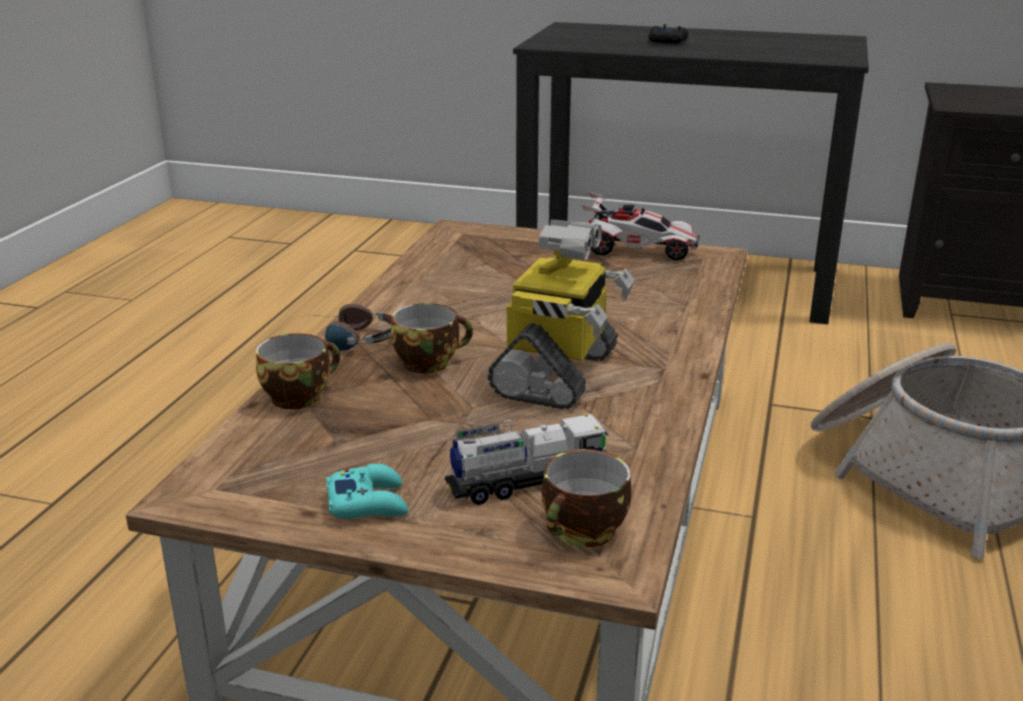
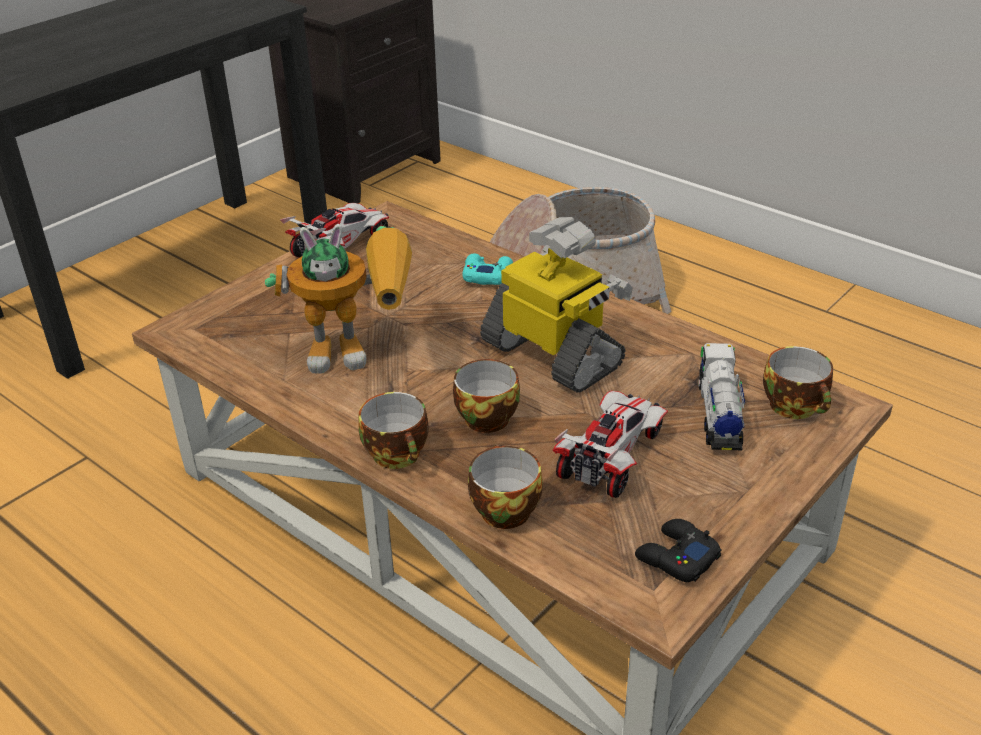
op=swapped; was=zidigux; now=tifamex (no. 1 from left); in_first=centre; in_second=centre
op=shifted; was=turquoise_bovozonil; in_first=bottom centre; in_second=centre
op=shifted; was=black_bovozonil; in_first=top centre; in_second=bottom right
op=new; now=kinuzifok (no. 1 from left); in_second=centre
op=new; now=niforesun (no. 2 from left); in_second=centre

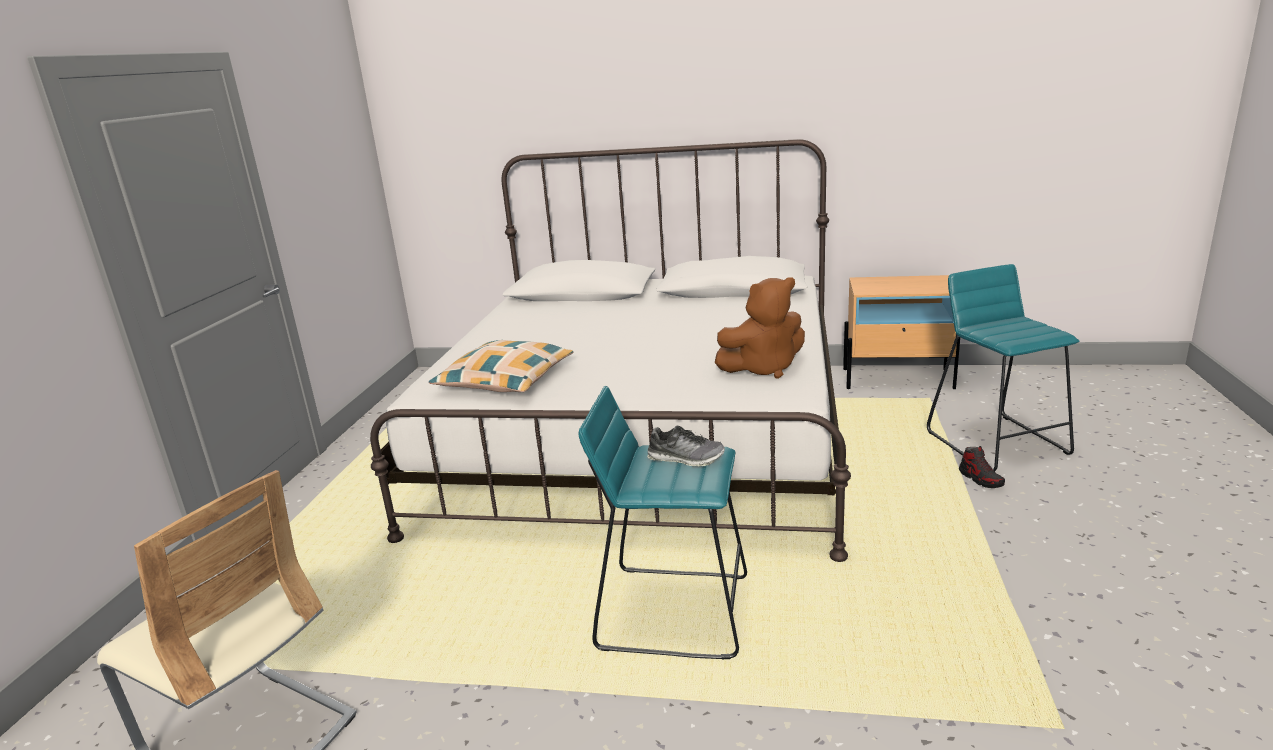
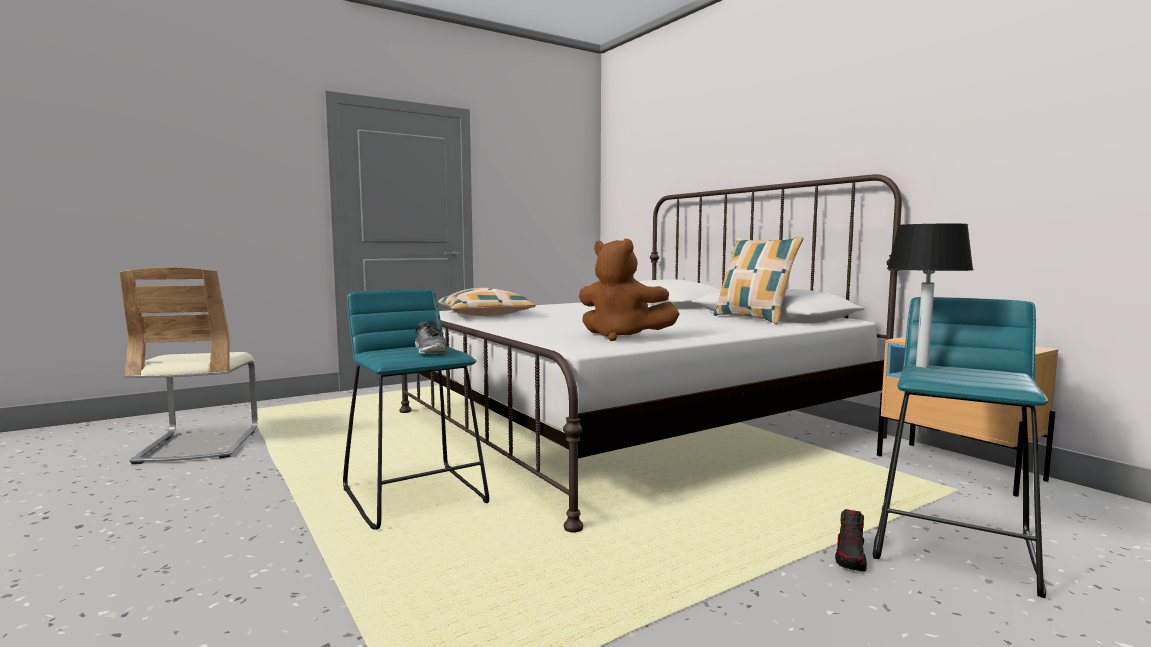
op=new; now=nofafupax (no. 2 from left); in_second=centre
op=new; now=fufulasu; in_second=middle right

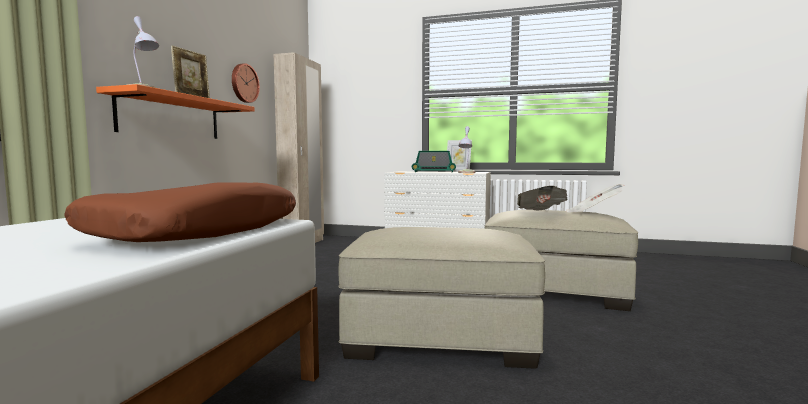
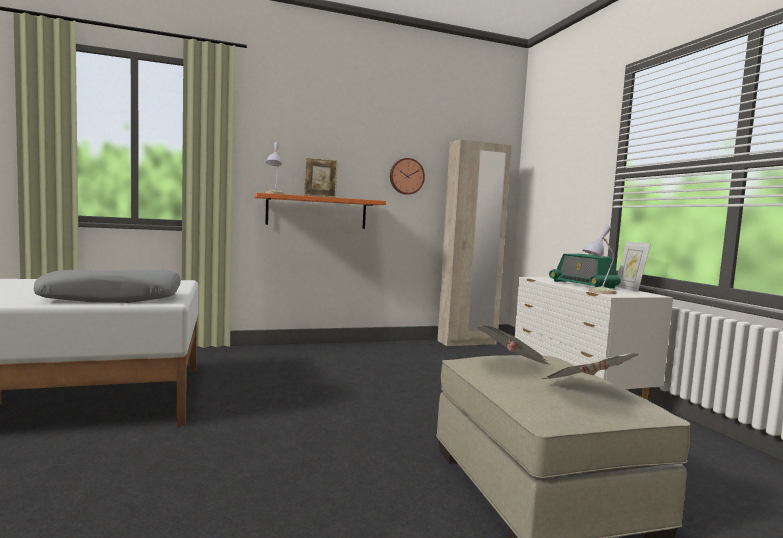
op=repainted; was=brown_nofafupax; now=grey_nofafupax; in_first=middle left; in_second=middle left
op=gone; was=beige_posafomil (no. 1 from left); in_first=bottom centre

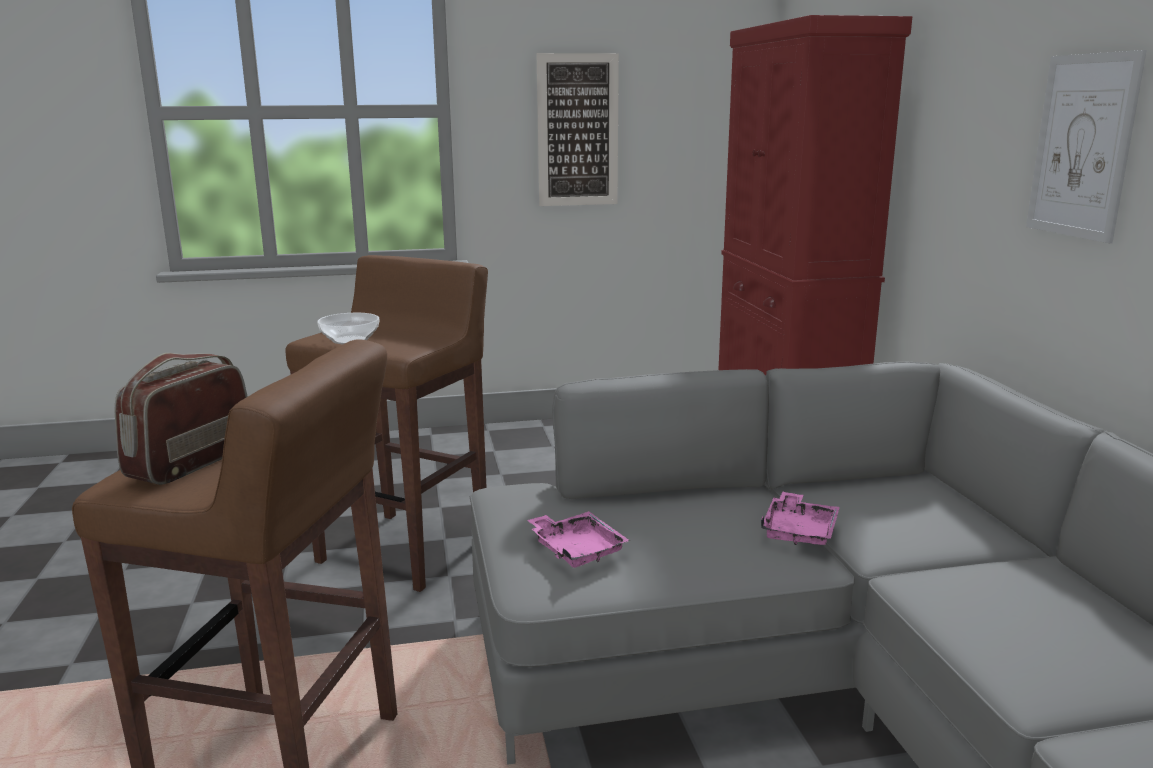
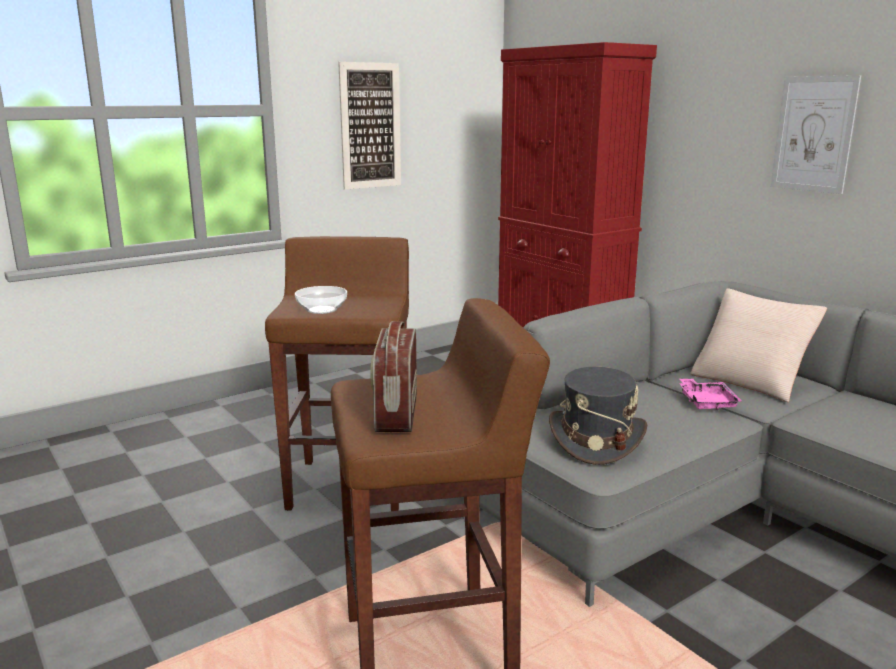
op=swapped; was=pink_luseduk (no. 1 from left); now=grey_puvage; in_first=bottom centre; in_second=middle right
op=new; now=beige_nofafupax; in_second=middle right

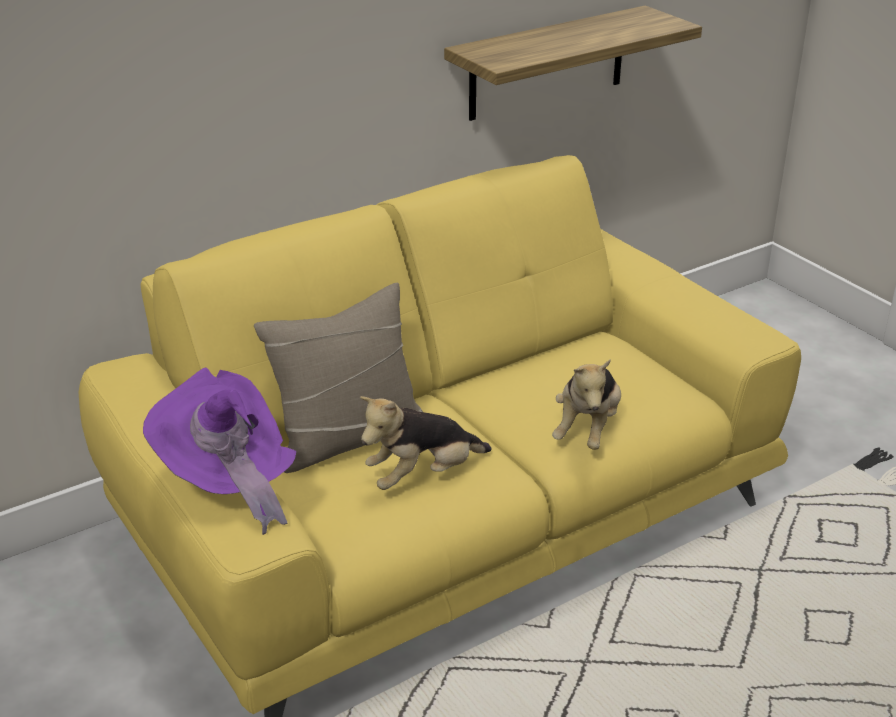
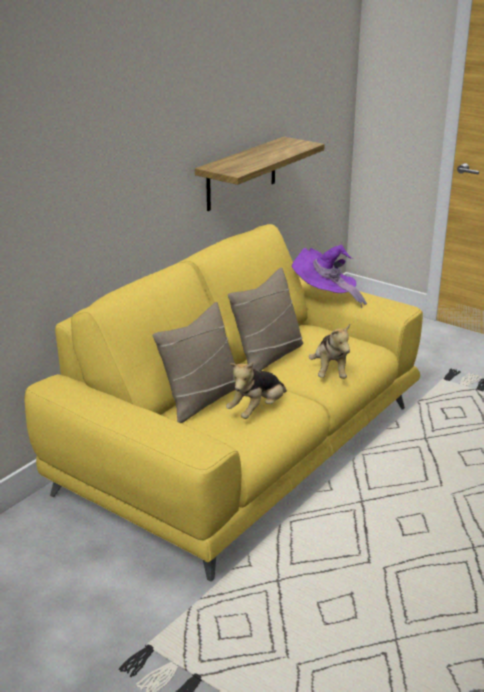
op=shifted; was=purple_puvage; in_first=middle left; in_second=middle right
op=new; now=beige_nofafupax (no. 2 from left); in_second=centre

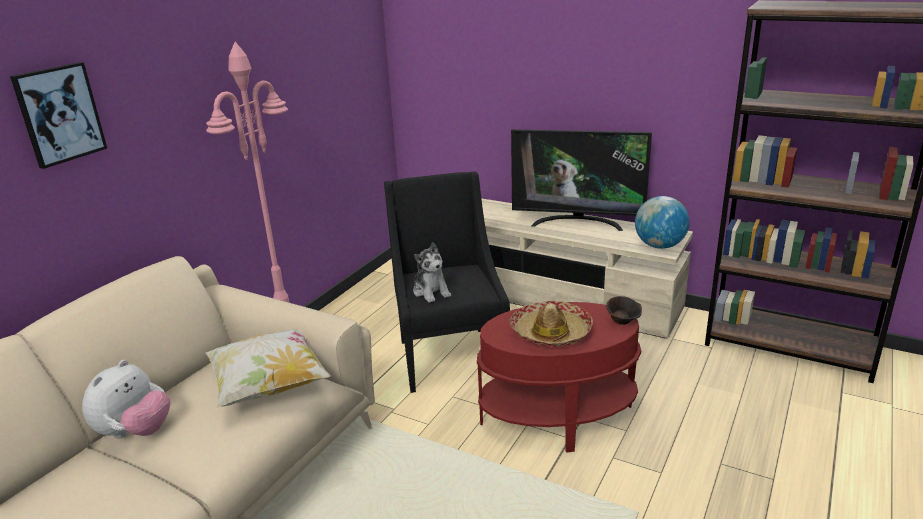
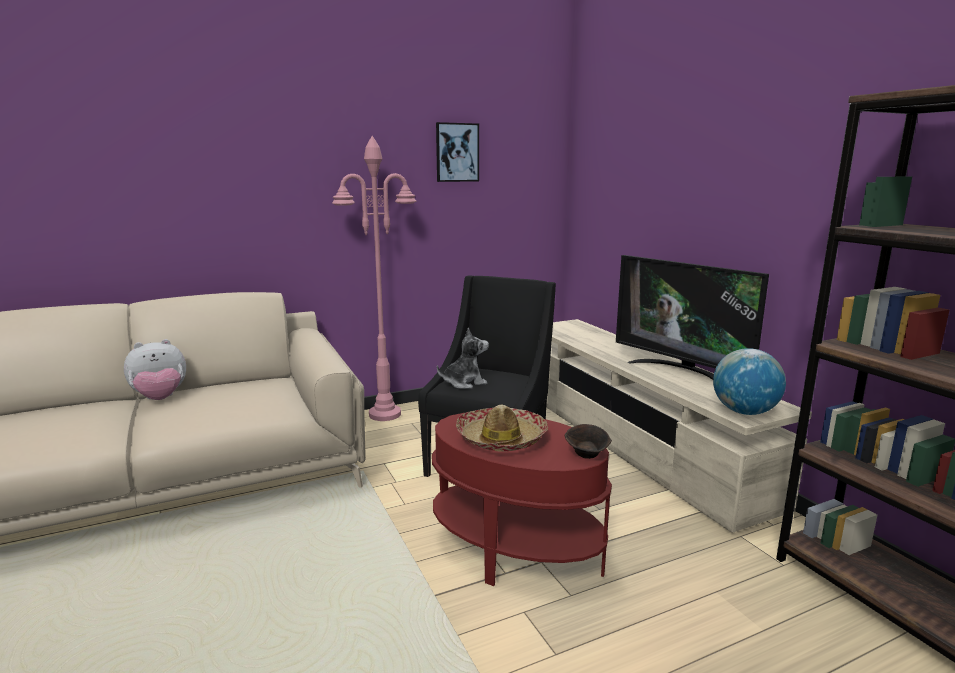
op=shifted; was=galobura; in_first=top left; in_second=top centre
op=gone; was=nofafupax; in_first=bottom left
op=rotated; was=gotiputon (no. 2 from left); in_first=centre; in_second=centre; clockwise=-120

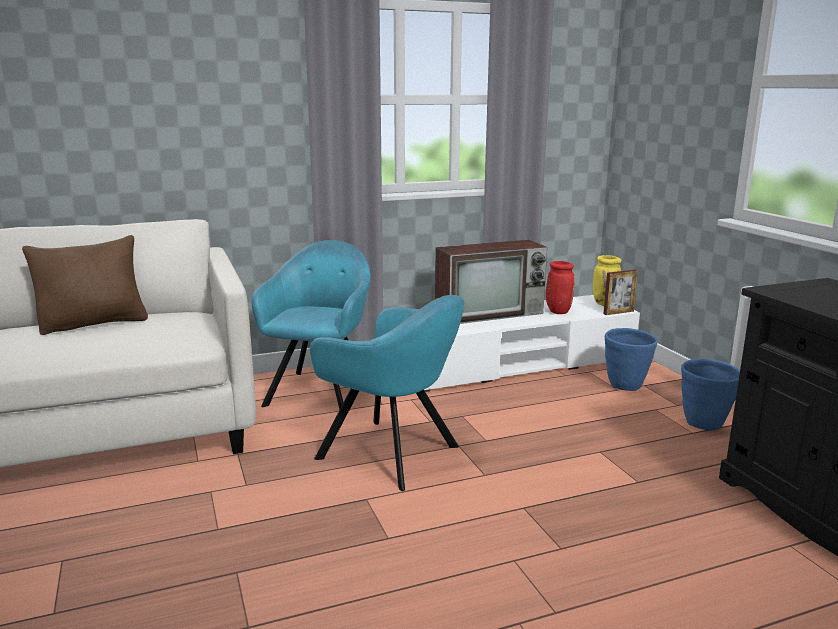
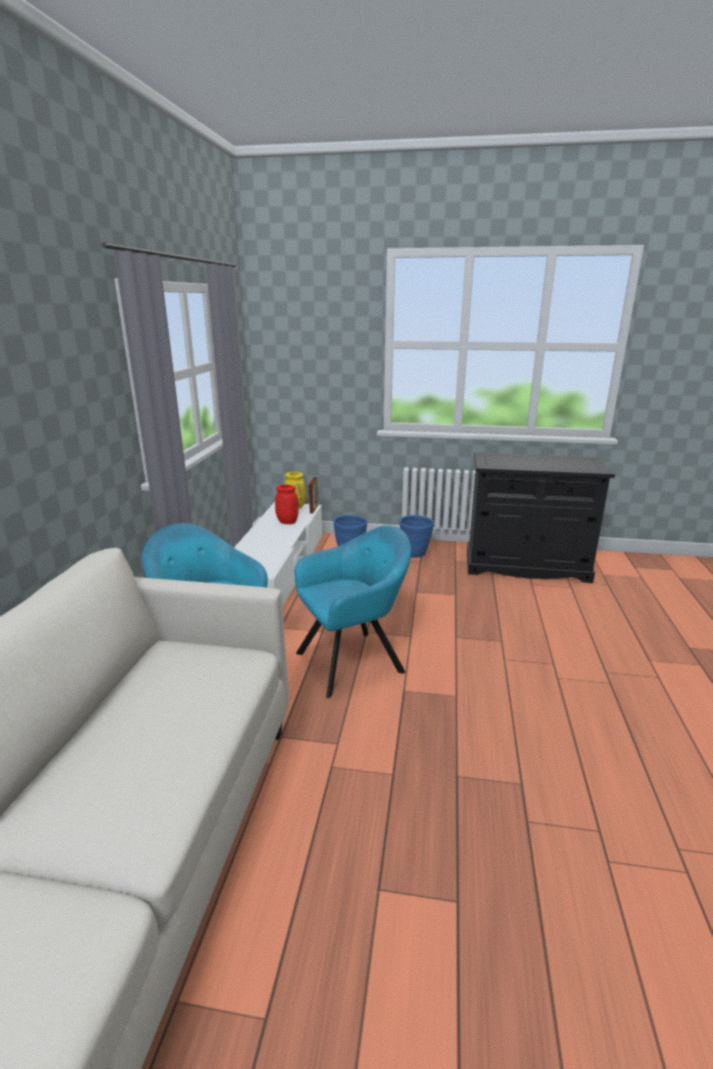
op=gone; was=brown_nofafupax; in_first=middle left
op=gone; was=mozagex; in_first=centre

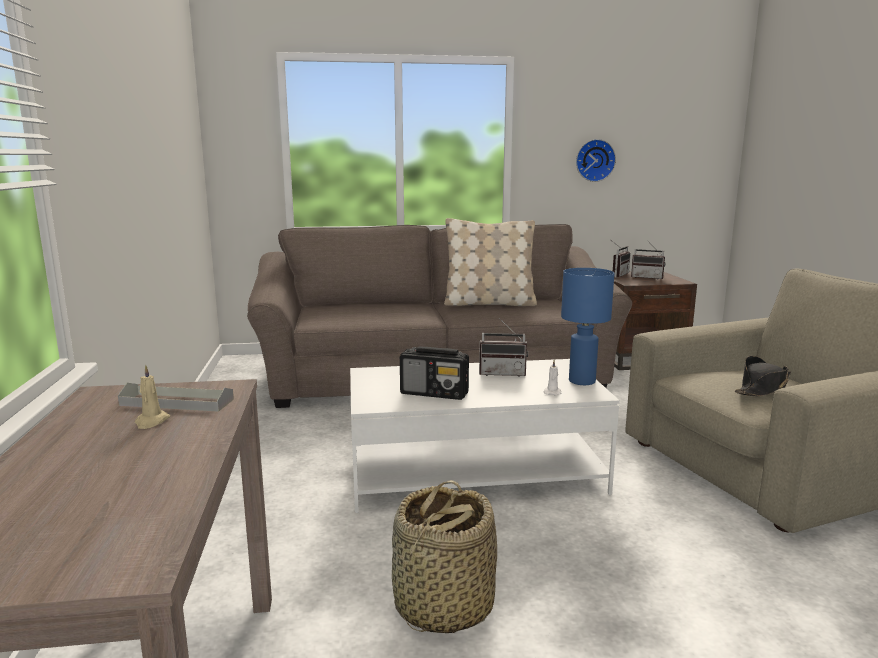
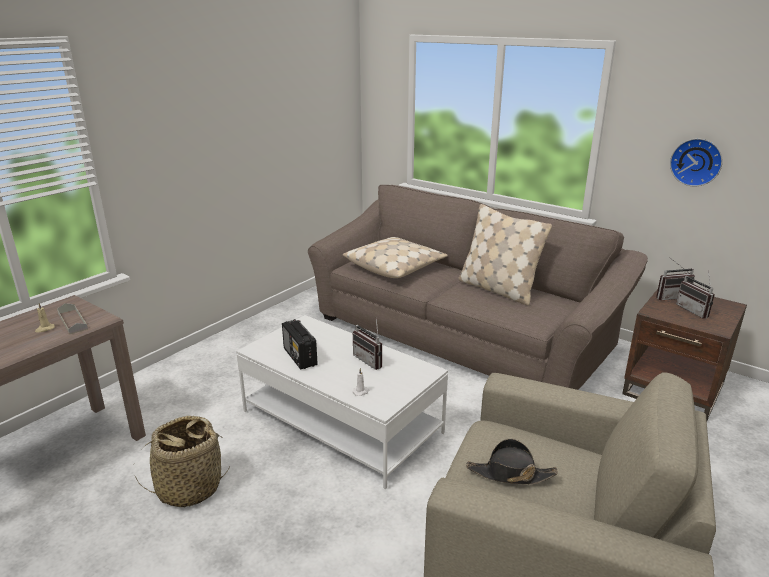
op=gone; was=blue_fufulasu; in_first=middle right
op=new; now=beige_nofafupax (no. 1 from left); in_second=centre

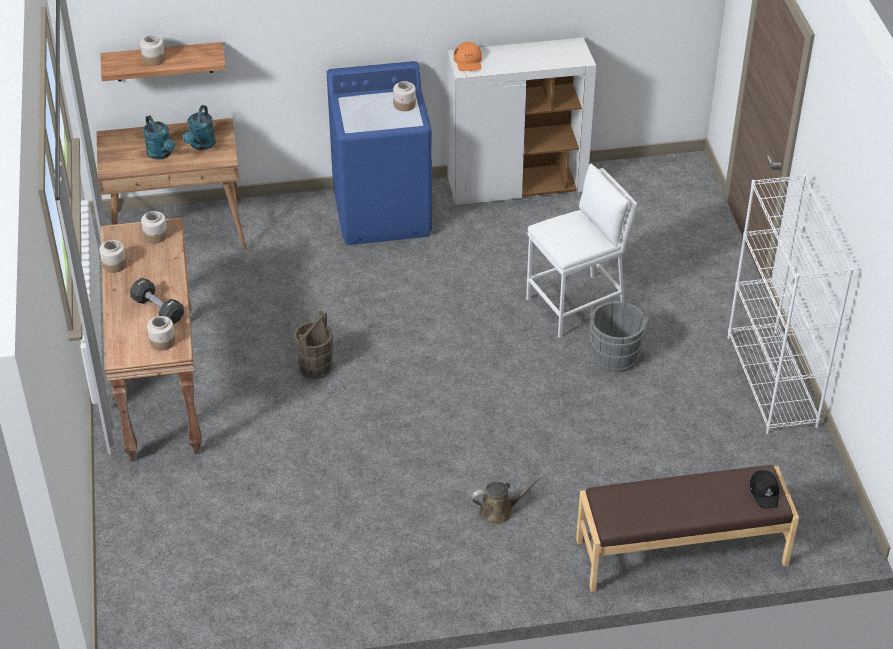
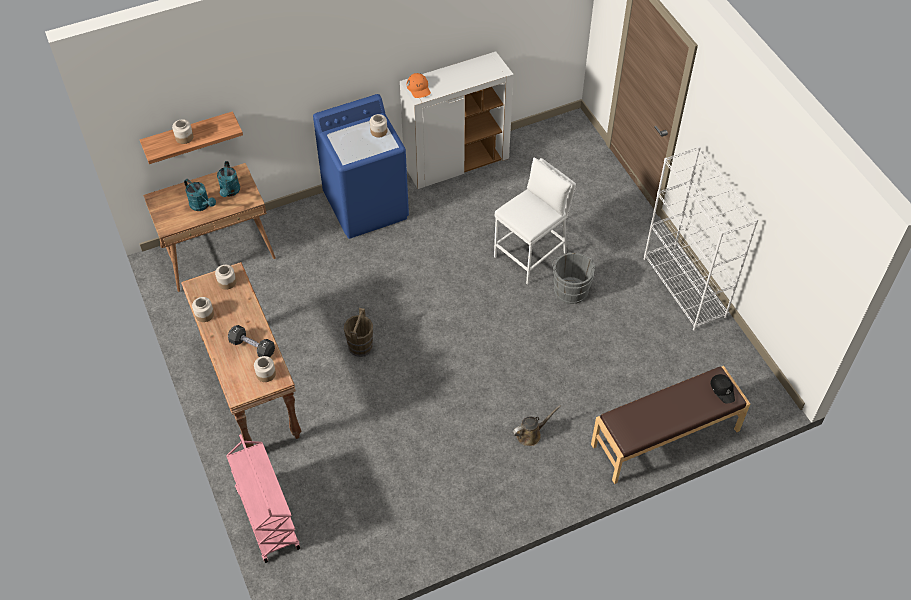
op=new; now=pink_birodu; in_second=bottom left

